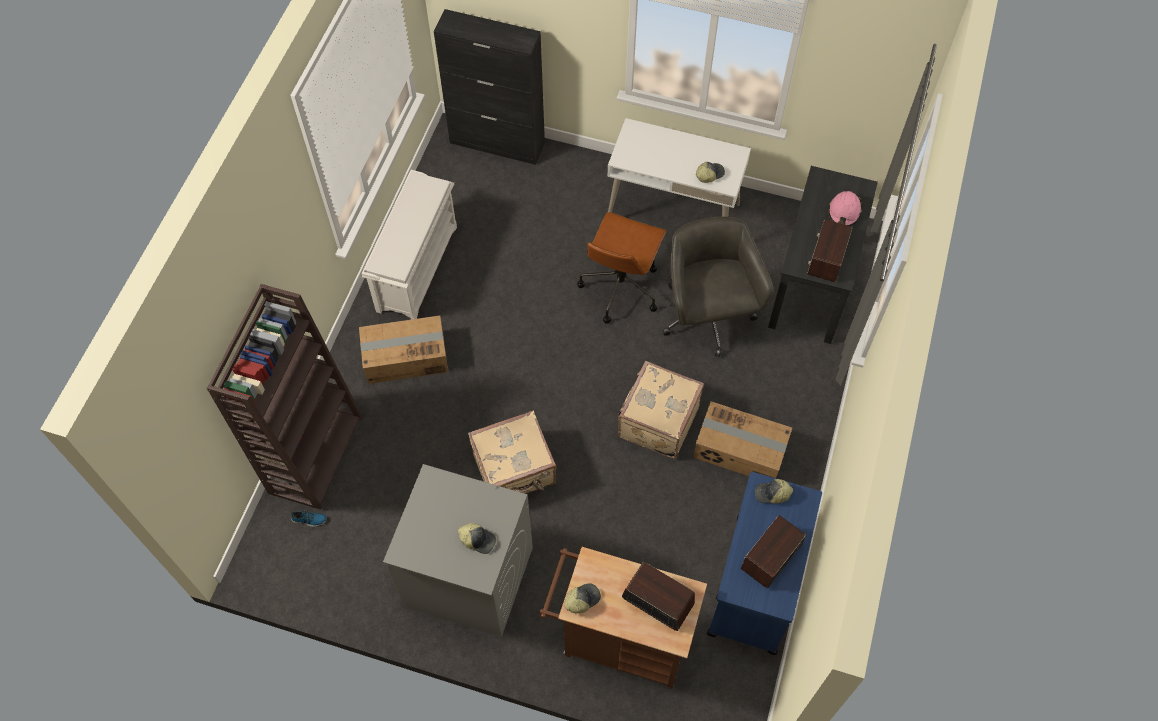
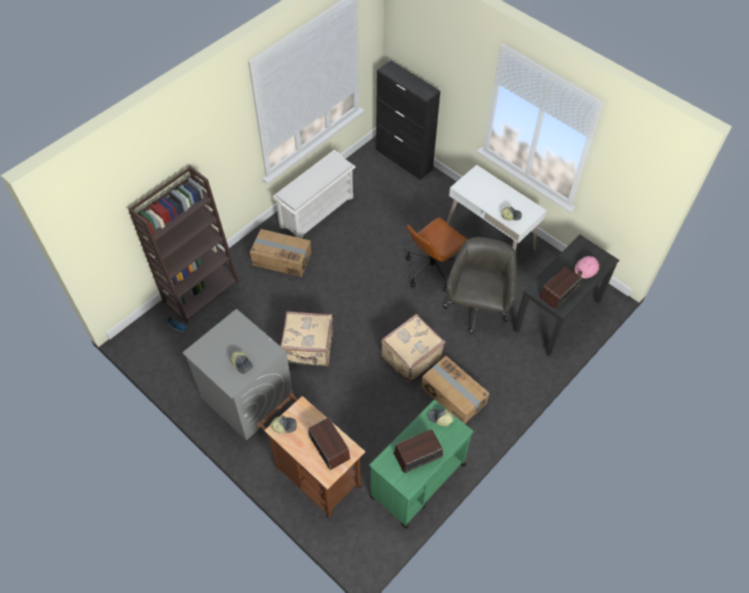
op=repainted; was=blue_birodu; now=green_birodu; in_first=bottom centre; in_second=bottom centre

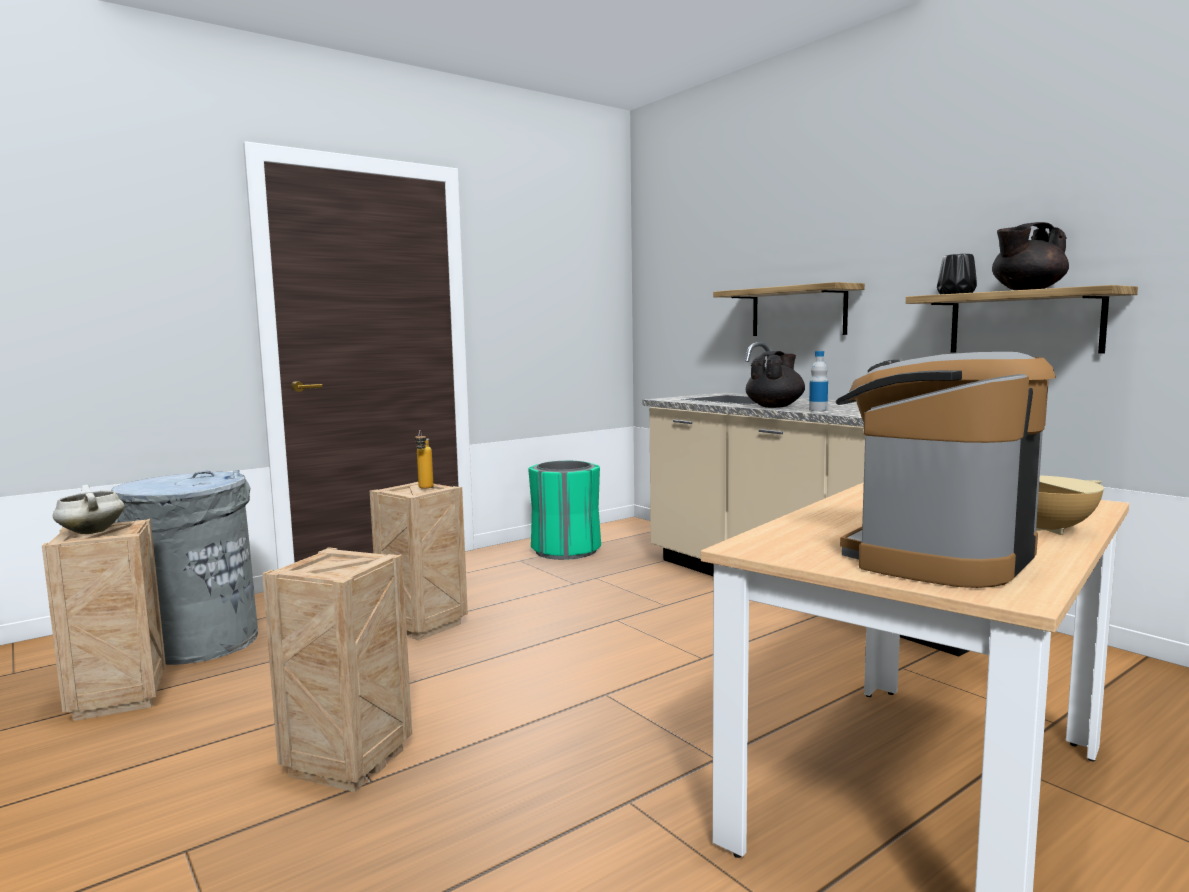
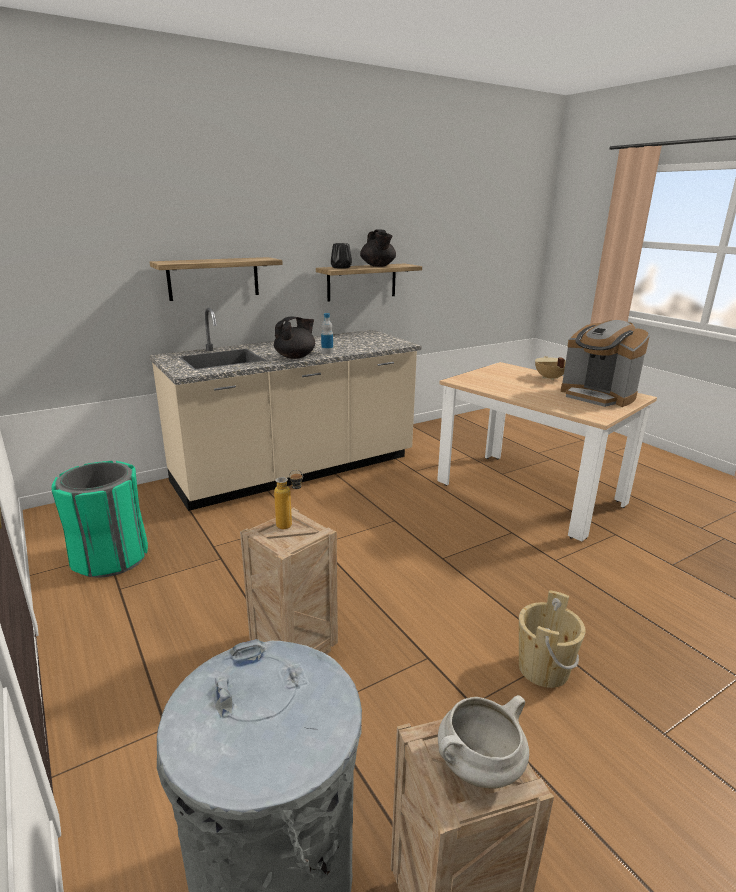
op=swapped; was=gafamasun (no. 2 from left); now=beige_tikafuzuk; in_first=bottom left; in_second=bottom right
op=rotated; was=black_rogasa (no. 1 from left); in_first=centre; in_second=centre; clockwise=90

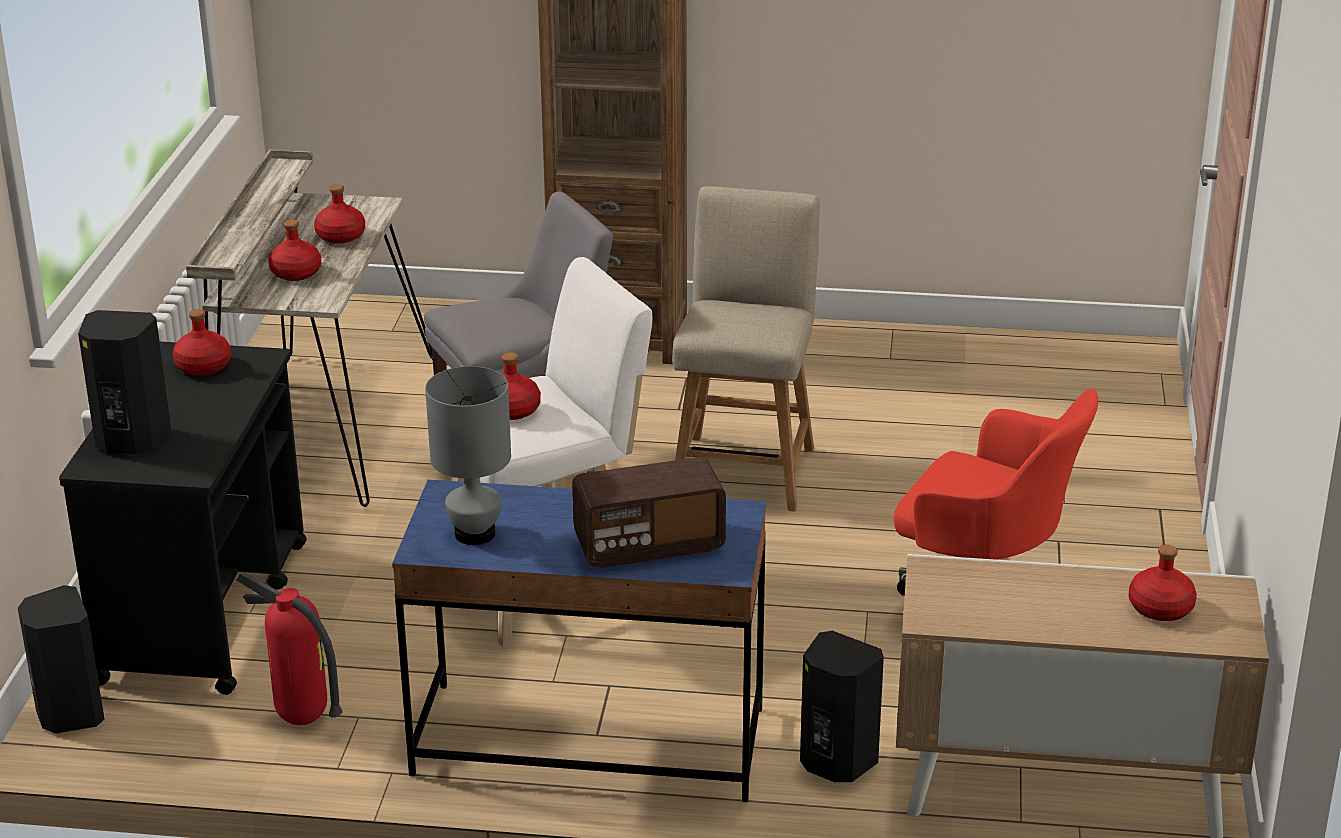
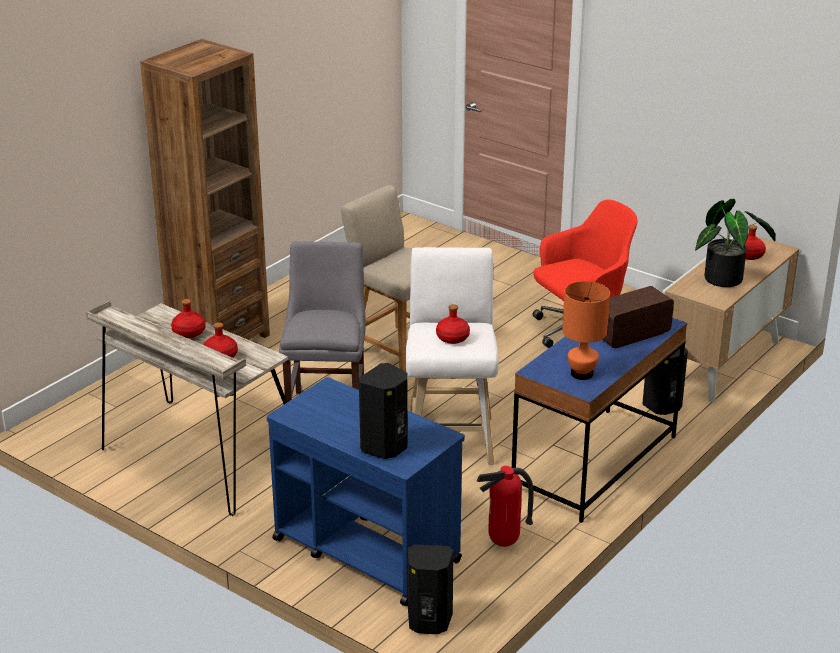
op=repainted; was=black_birodu; now=blue_birodu; in_first=middle left; in_second=bottom centre
op=gone; was=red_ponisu (no. 1 from left); in_first=middle left
op=repainted; was=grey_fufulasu; now=orange_fufulasu; in_first=centre; in_second=middle right
op=rotated; was=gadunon; in_first=centre; in_second=middle right; clockwise=-135
op=new; now=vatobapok; in_second=middle right

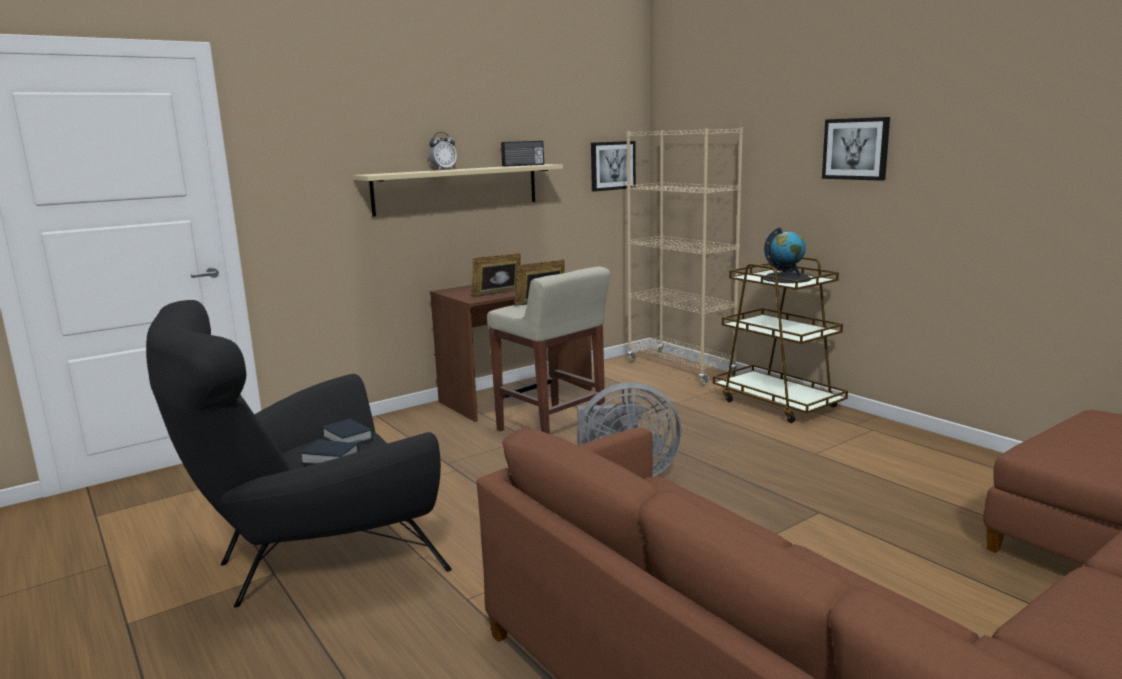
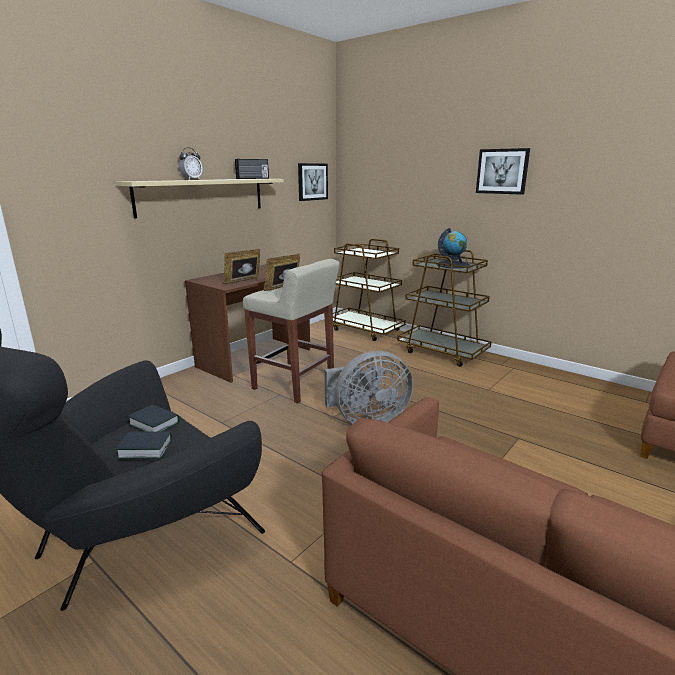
op=swapped; was=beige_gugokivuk; now=brown_birodu (no. 1 from left); in_first=centre; in_second=centre

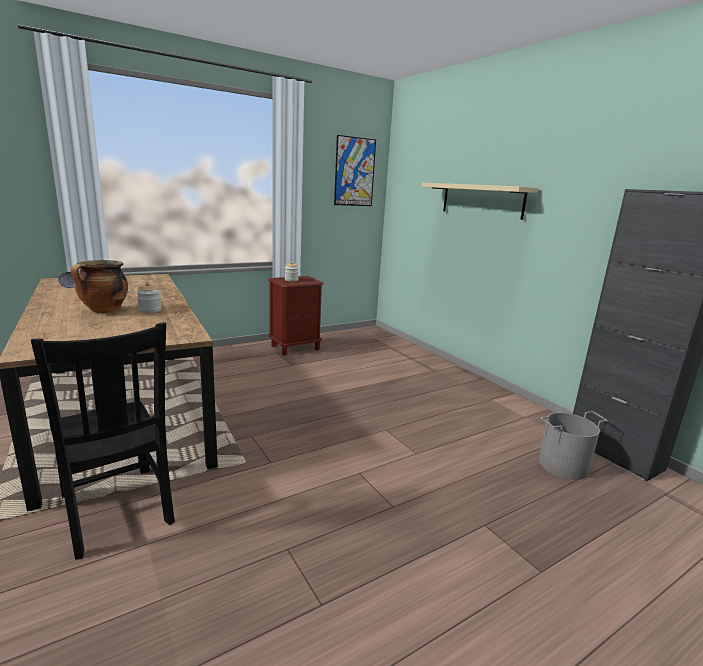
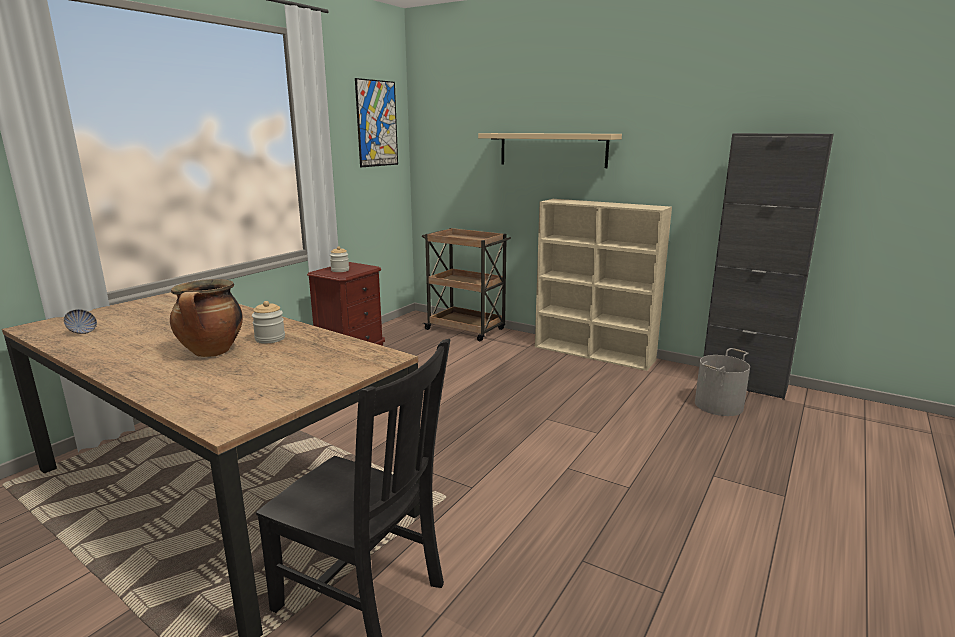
op=new; now=brown_birodu; in_second=centre
op=new; now=beige_gugokivuk; in_second=centre

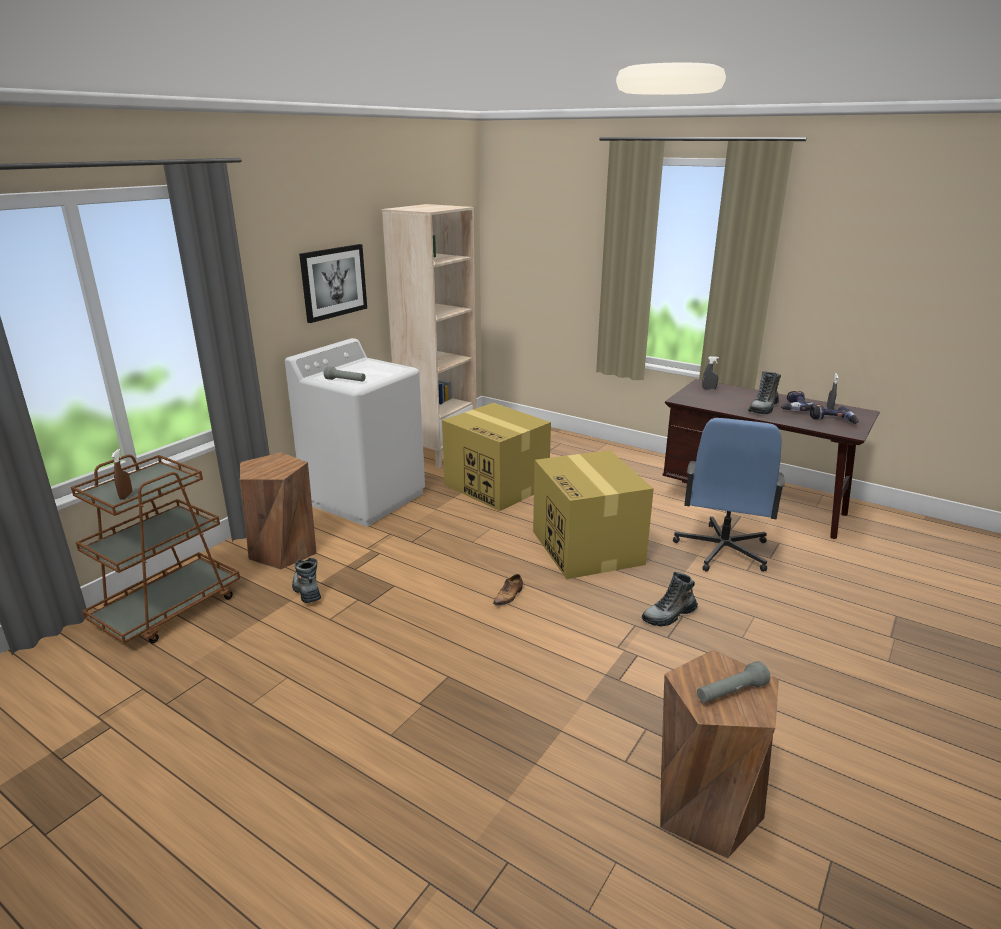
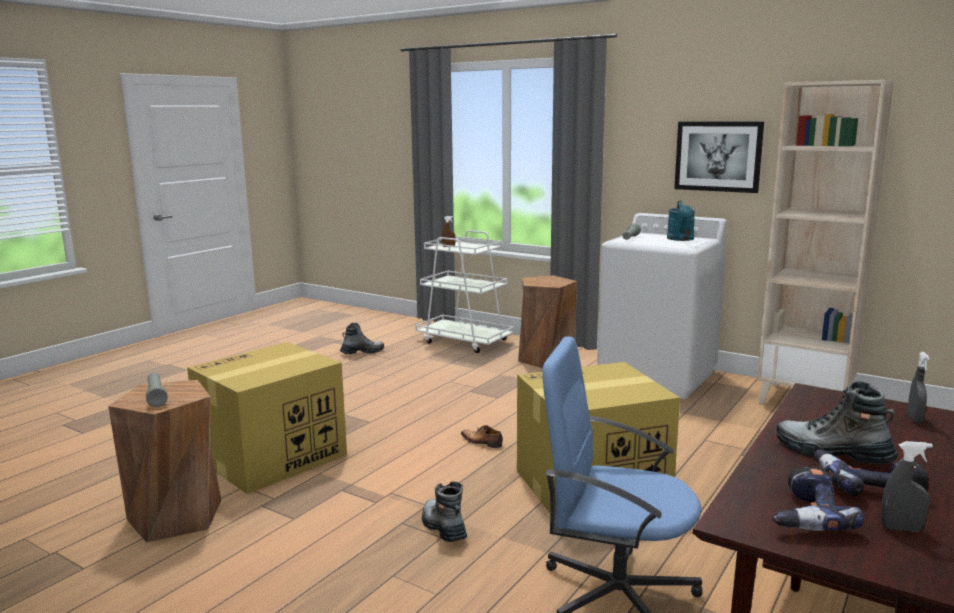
op=repainted; was=brown_birodu; now=white_birodu; in_first=middle left; in_second=centre
op=shifted; was=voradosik (no. 1 from left); in_first=middle left; in_second=centre
op=shifted; was=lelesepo (no. 1 from left); in_first=centre; in_second=bottom left
op=new; now=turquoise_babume; in_second=middle right

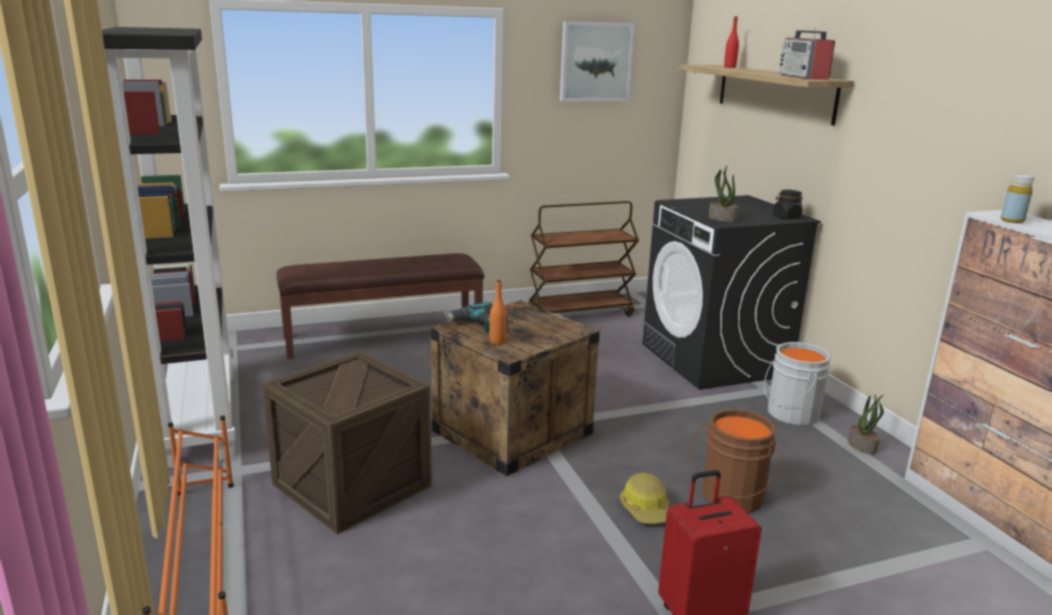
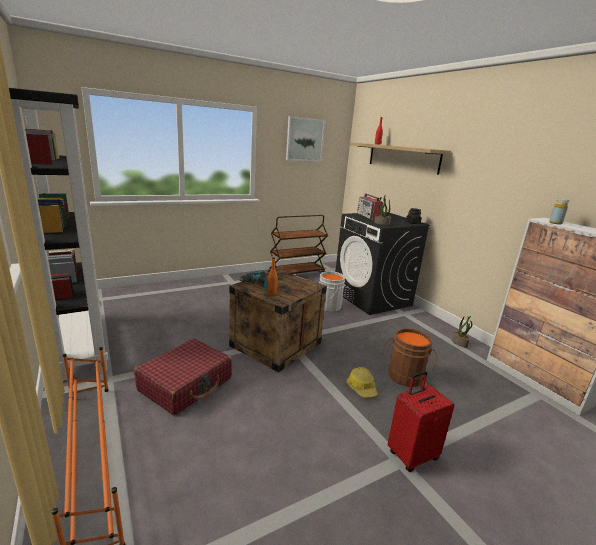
op=swapped; was=gafamasun (no. 1 from left); now=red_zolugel (no. 1 from left); in_first=bottom left; in_second=bottom left
op=gone; was=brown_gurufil; in_first=centre
op=shifted; was=grey_tikafuzuk; in_first=middle right; in_second=centre
op=shifted; was=gadunon; in_first=top right; in_second=centre

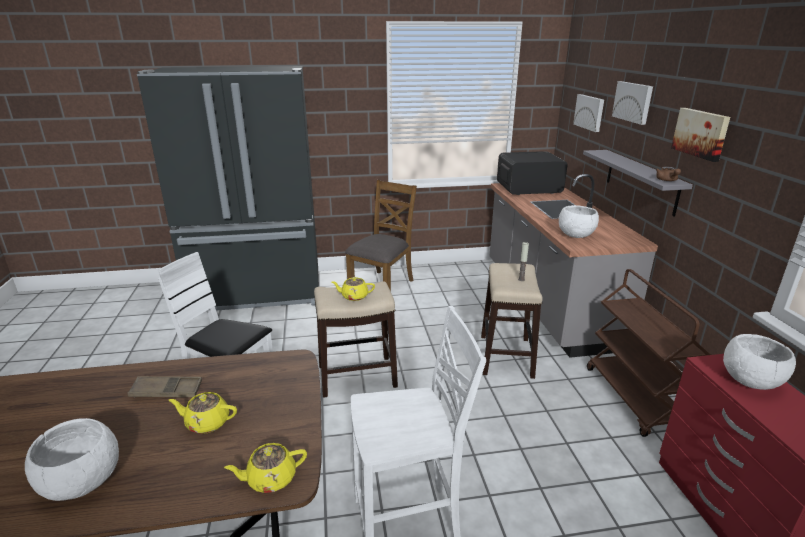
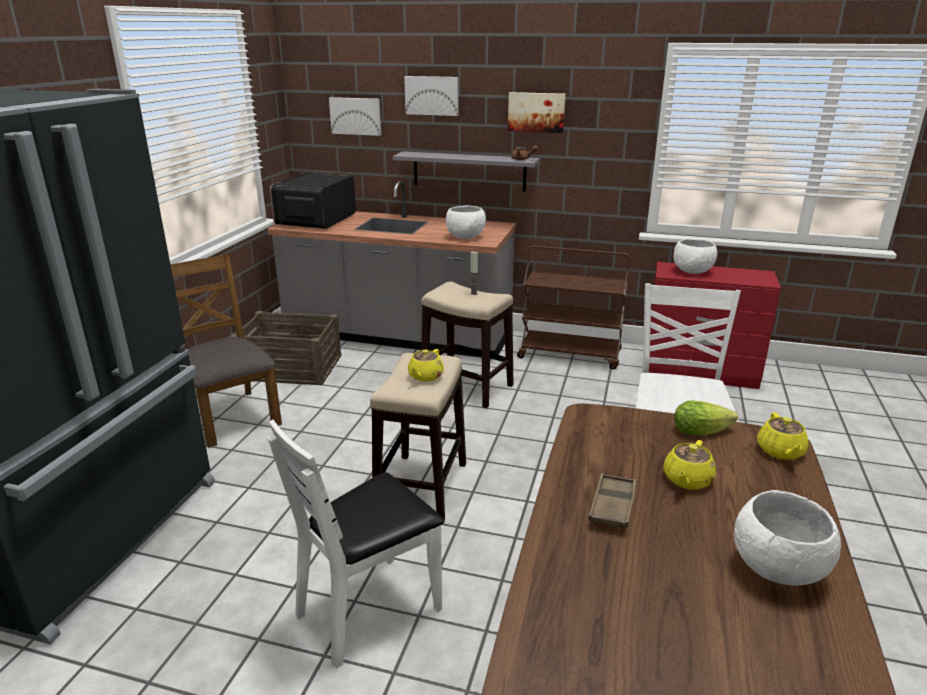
op=new; now=gafamasun; in_second=middle left
op=new; now=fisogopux; in_second=middle right

